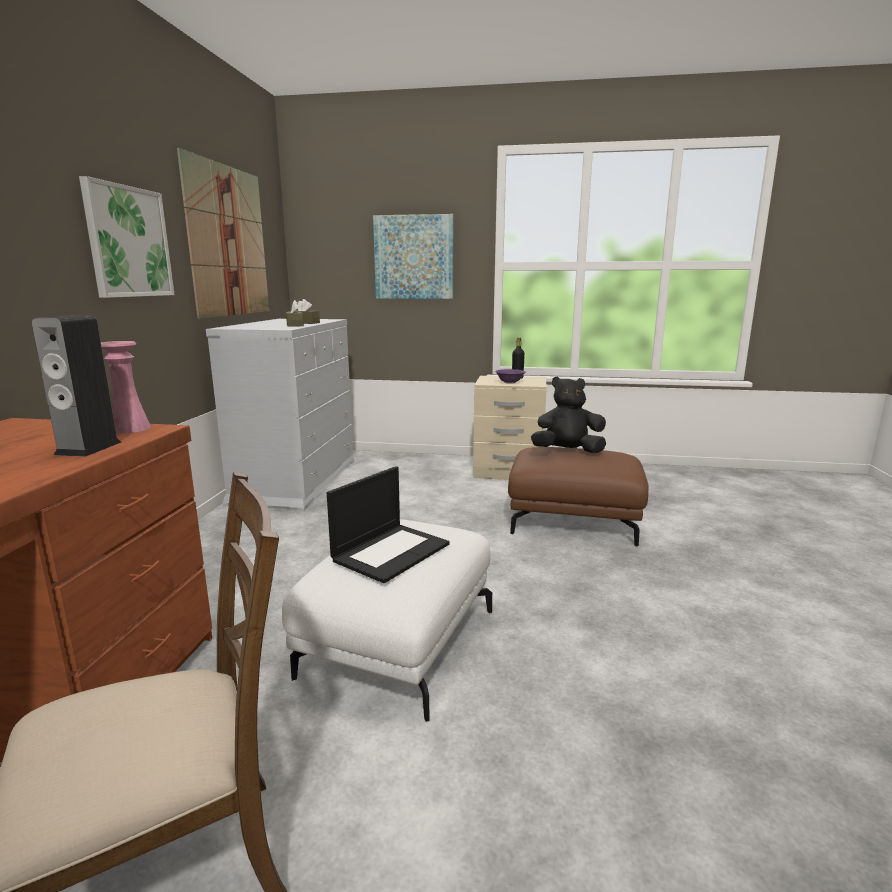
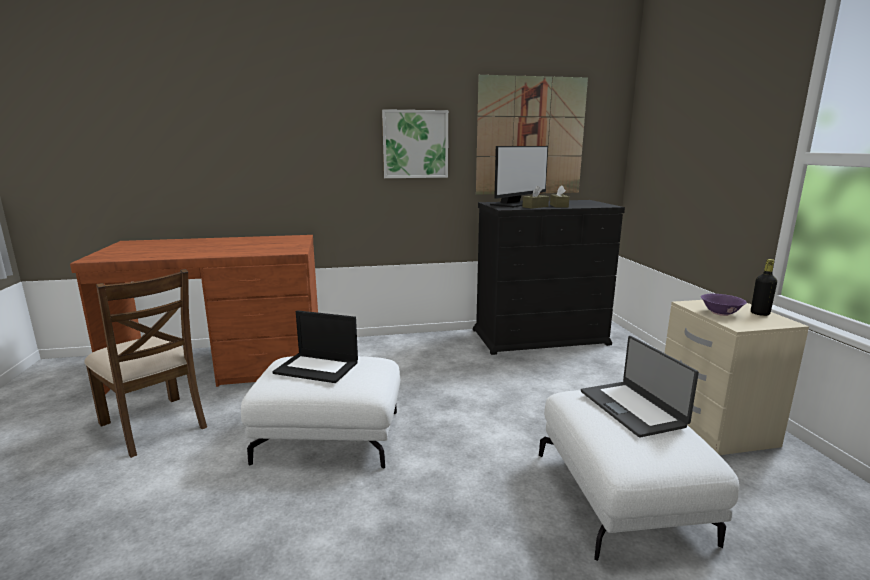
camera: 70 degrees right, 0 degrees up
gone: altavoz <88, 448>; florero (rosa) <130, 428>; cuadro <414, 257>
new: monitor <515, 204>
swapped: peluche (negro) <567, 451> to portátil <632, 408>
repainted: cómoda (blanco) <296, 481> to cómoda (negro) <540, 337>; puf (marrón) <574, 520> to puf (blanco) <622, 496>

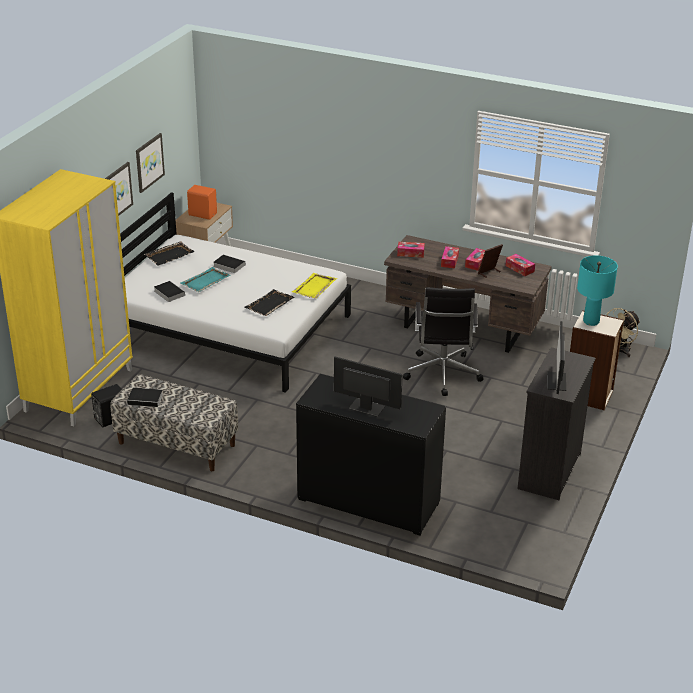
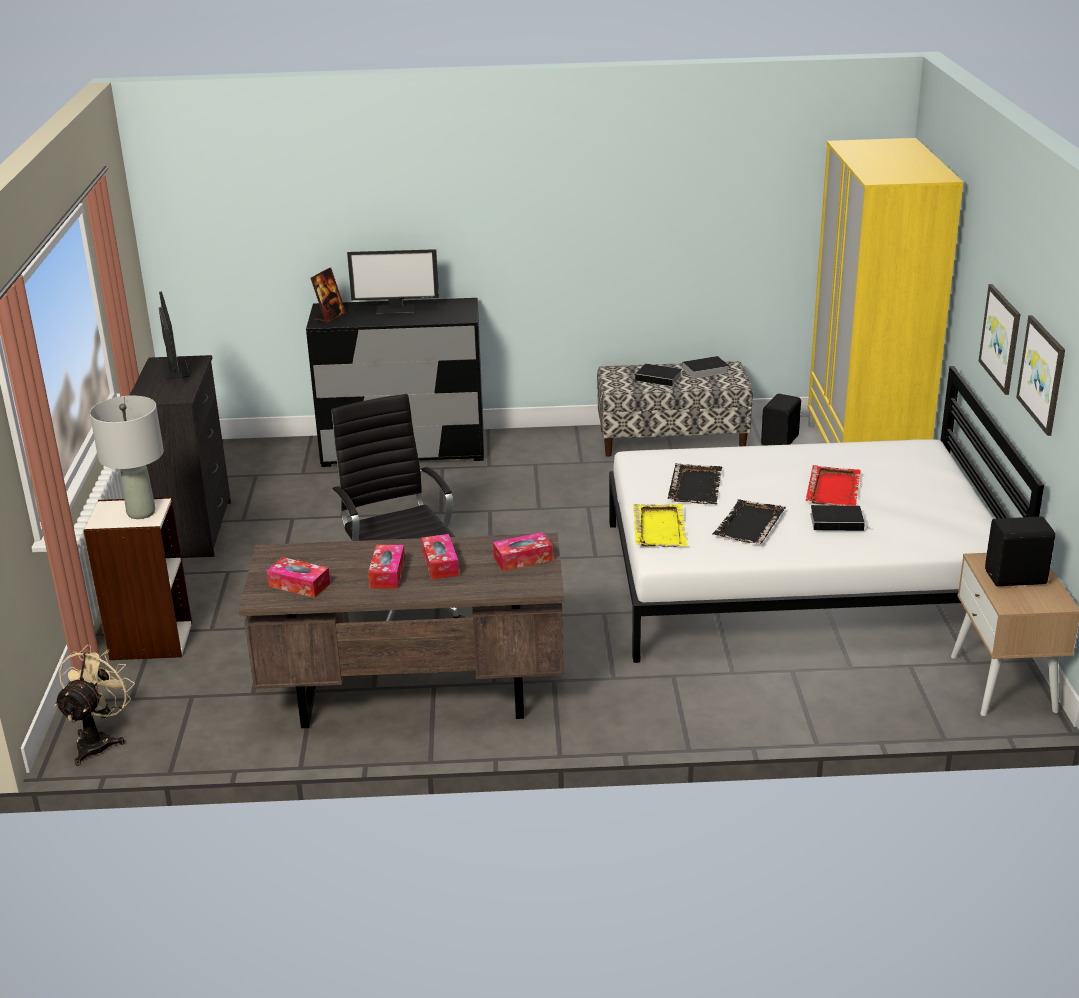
camera: 155 degrees right, 5 degrees down
shifted: bandeja (negro) <169, 255> to <748, 525>; libro <168, 293> to <660, 378>; portarretratos <489, 273> to <330, 317>
repainted: bandeja (turquesa) <205, 281> to bandeja (rojo) <833, 489>; altavoz (naranja) <202, 214> to altavoz (negro) <1017, 578>; lámpara de mesa (turquesa) <590, 321> to lámpara de mesa (gris) <141, 512>

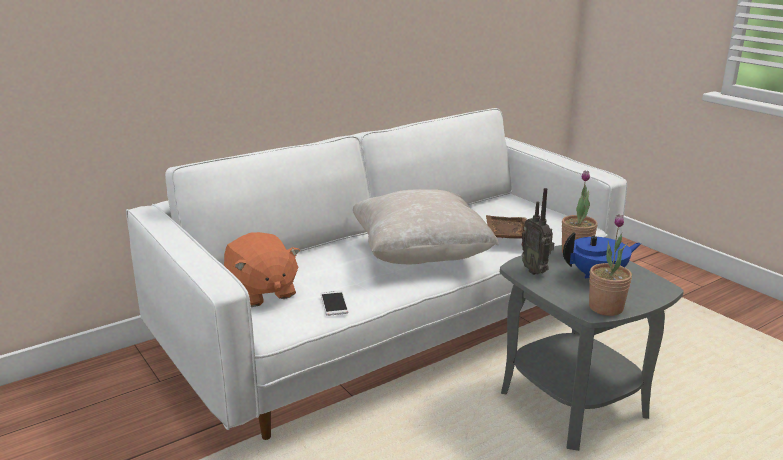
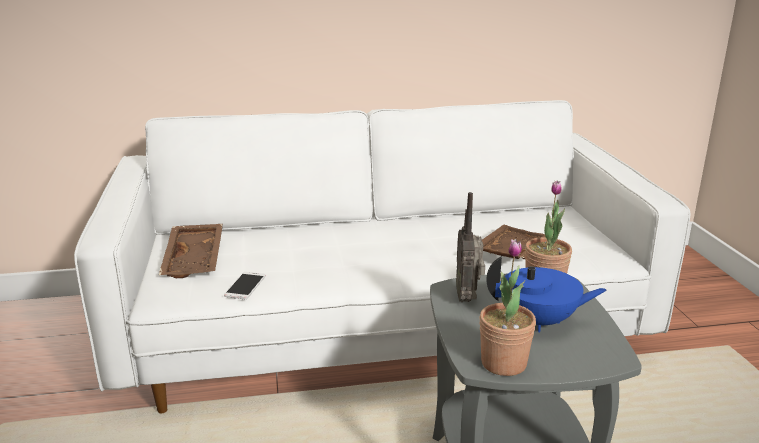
camera: 25 degrees right, 0 degrees up
gone: cojín (beis) <420, 256>
swapped: peluche (naranja) <261, 292> to bandeja (marrón) <196, 260>

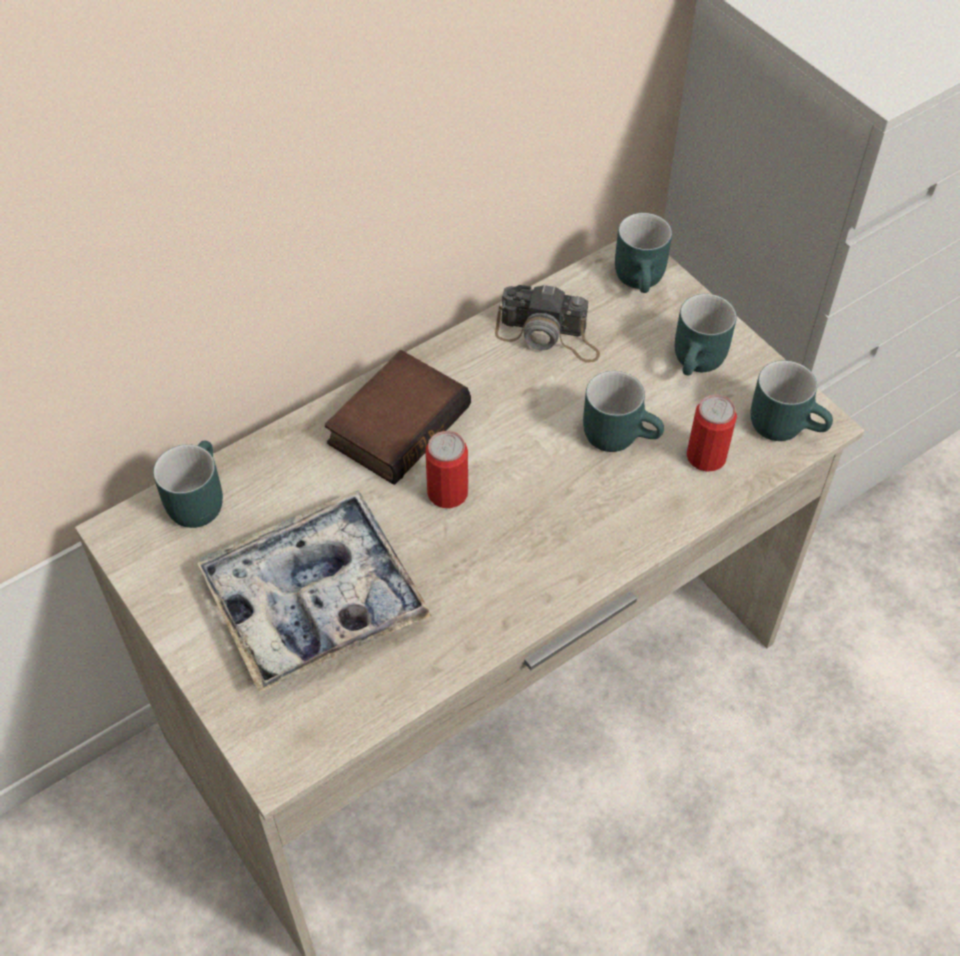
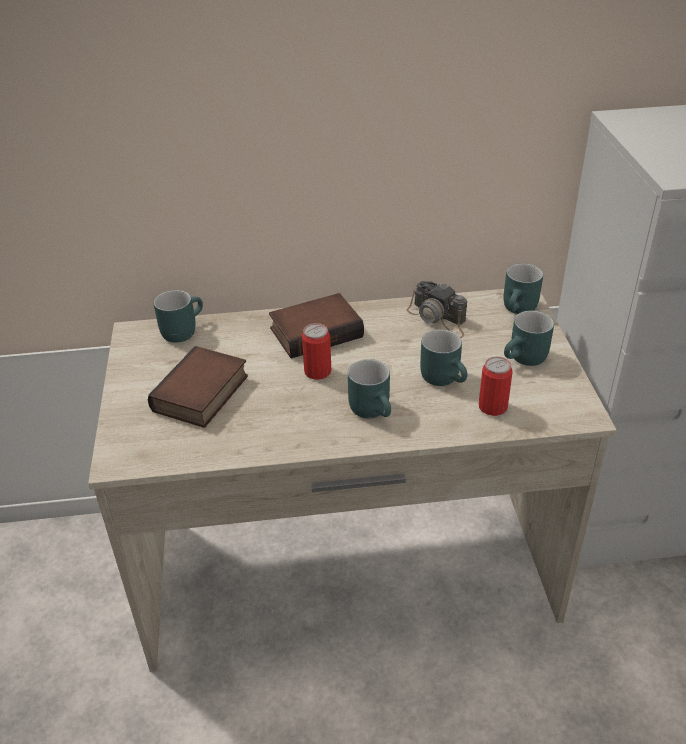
camera: 30 degrees right, 15 degrees down
shifted: taza grande (turquesa) <786, 423> to <374, 410>
swapped: bandeja <315, 600> to libro <202, 395>

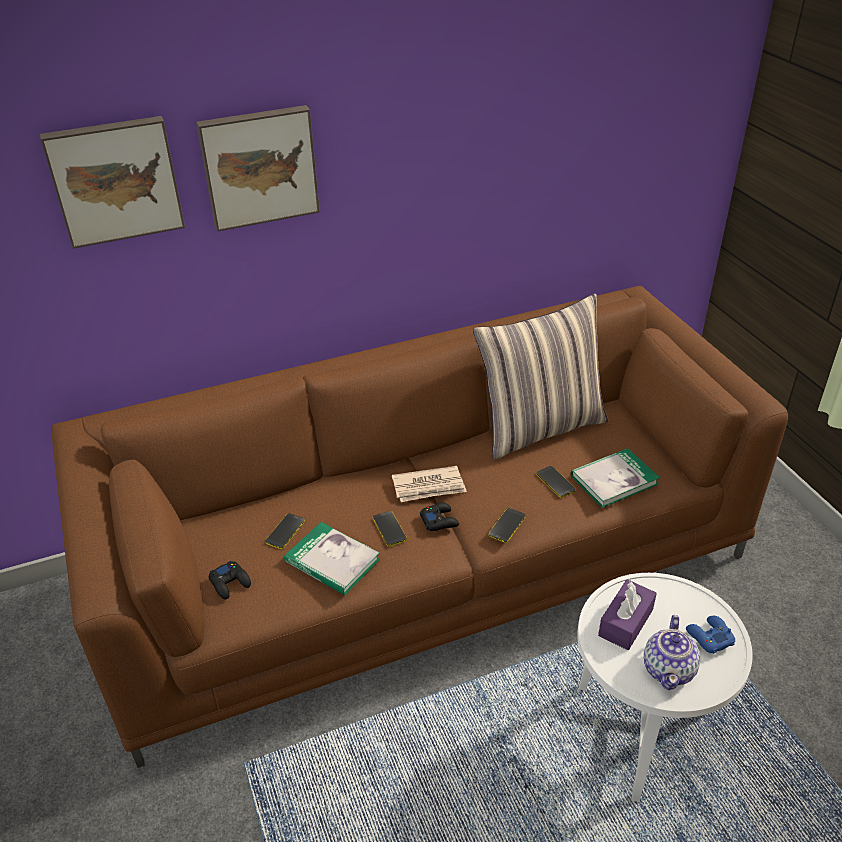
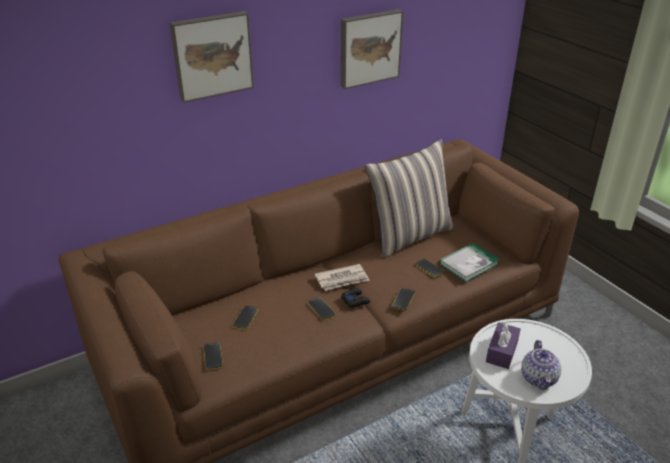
camera: 10 degrees left, 5 degrees down
gone: libro <332, 561>; mando de consola (azul) <709, 637>
shifted: cuadro <115, 180> to <369, 48>
swapped: mando de consola (negro) <230, 583> to móvil <213, 356>

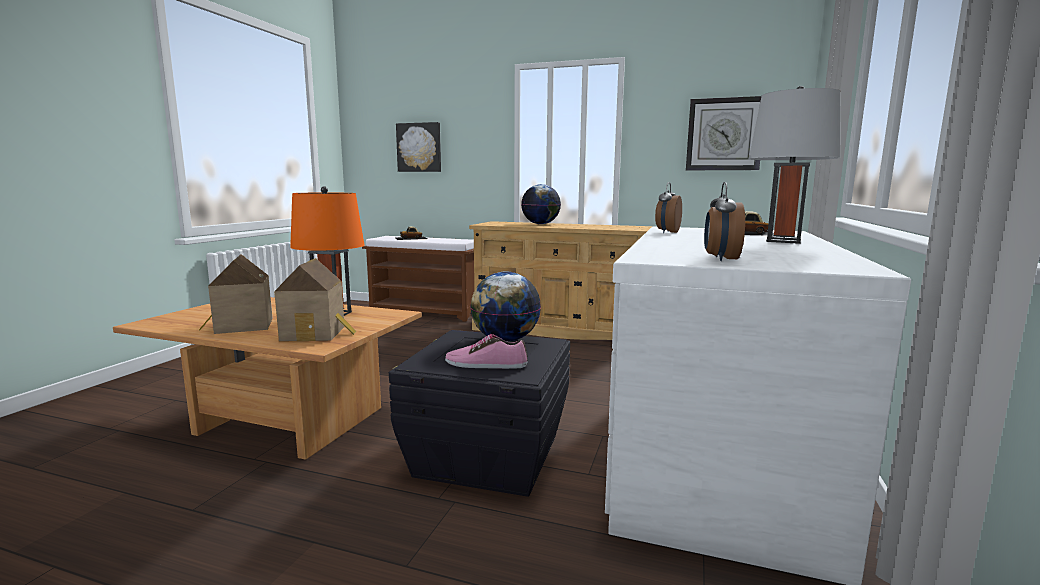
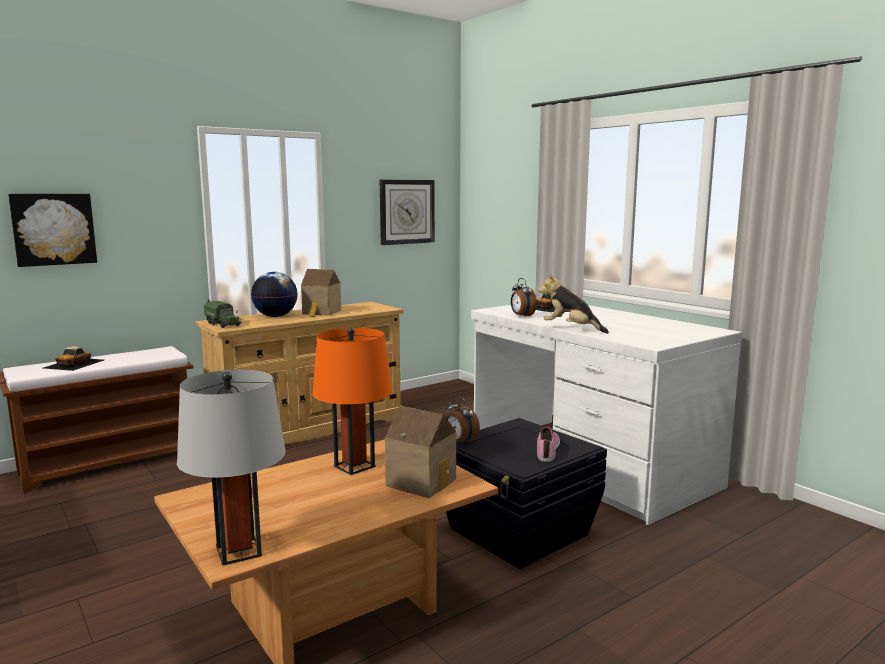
camera: 55 degrees left, 0 degrees up
gone: globo terráqueo <505, 340>
new: camión de juguete <223, 324>; peluche <571, 329>
shifted: casita <241, 326> to <321, 312>; despertador <720, 259> to <460, 442>; lámpara de mesa (gris) <783, 241> to <239, 551>
rotated: zapato <486, 364> = <548, 450> 150 degrees clockwise

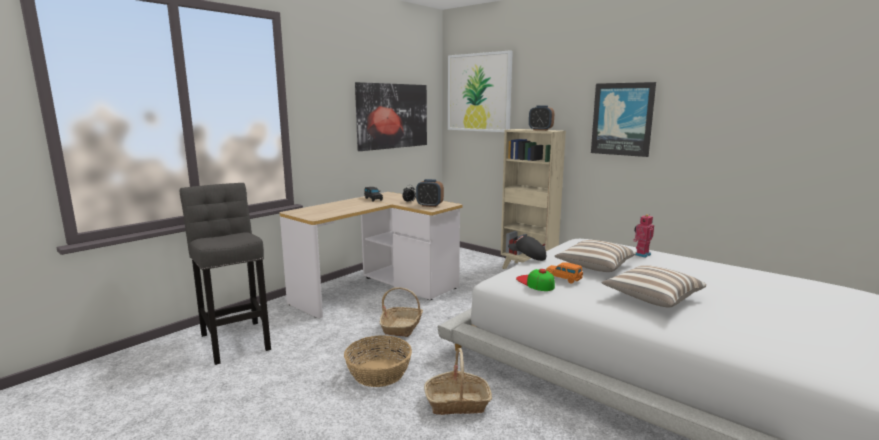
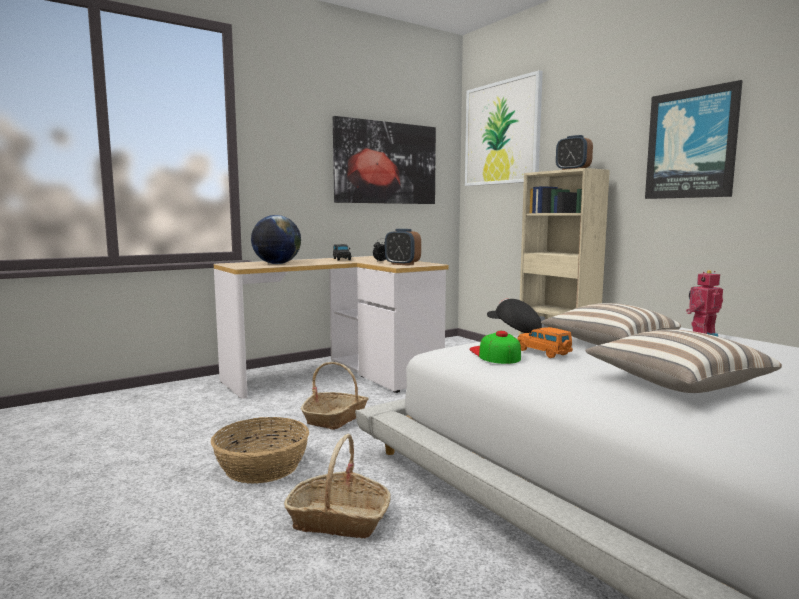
camera: 15 degrees right, 5 degrees down
gone: taburete (gris) <235, 339>
new: globo terráqueo <276, 264>

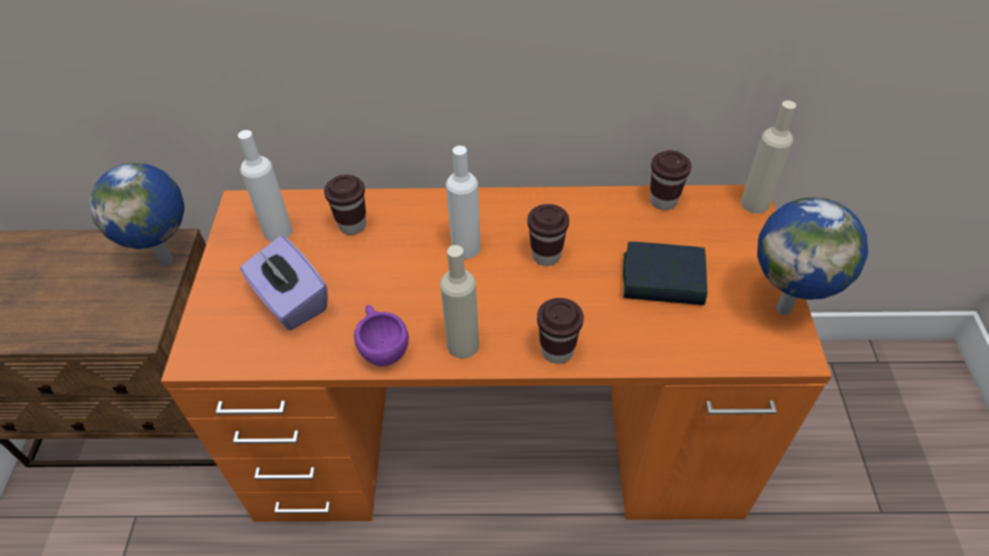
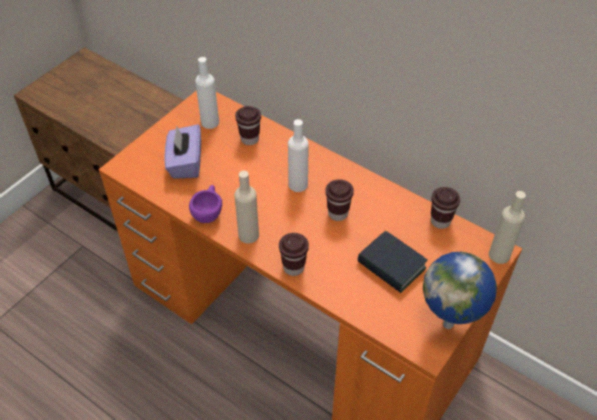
camera: 35 degrees right, 0 degrees up
gone: globo terráqueo <168, 259>

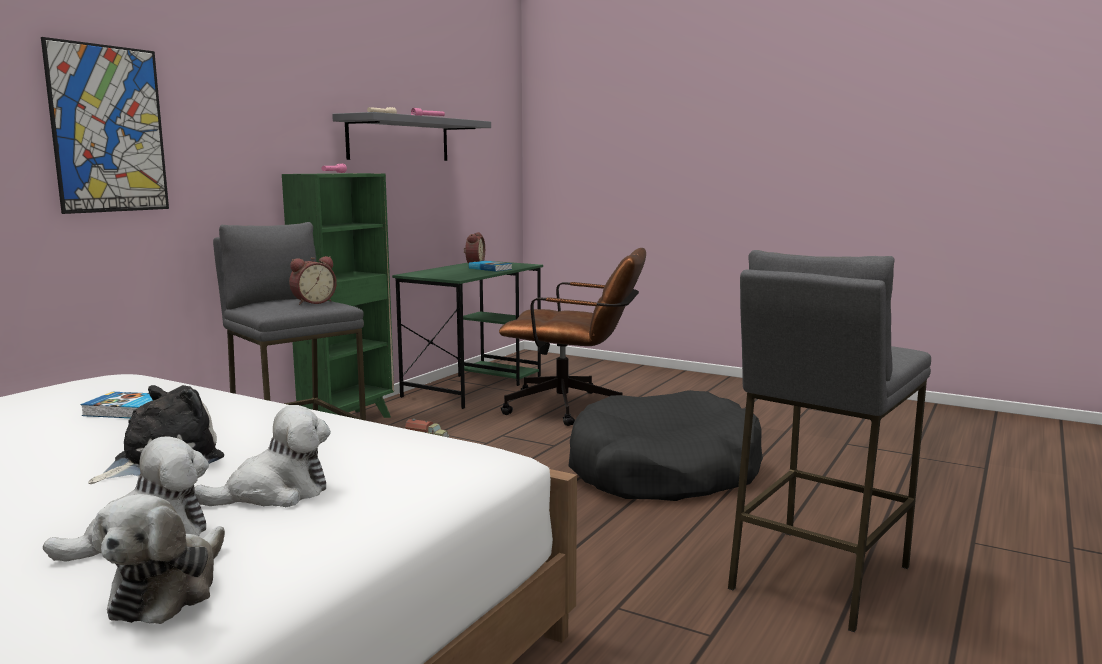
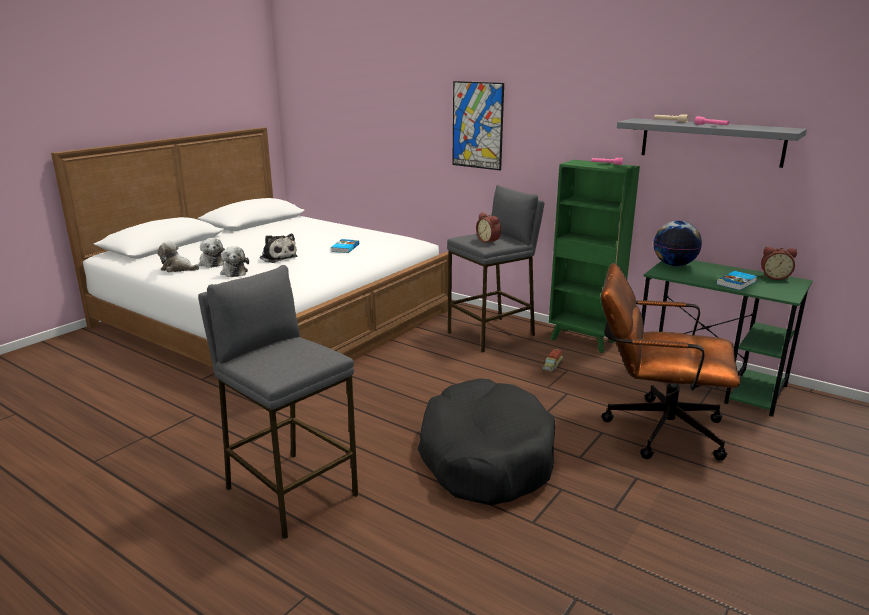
camera: 95 degrees right, 10 degrees up
new: globo terráqueo <674, 265>
rotated: silla de oficina (marrón) <574, 409> = <654, 428> 90 degrees clockwise

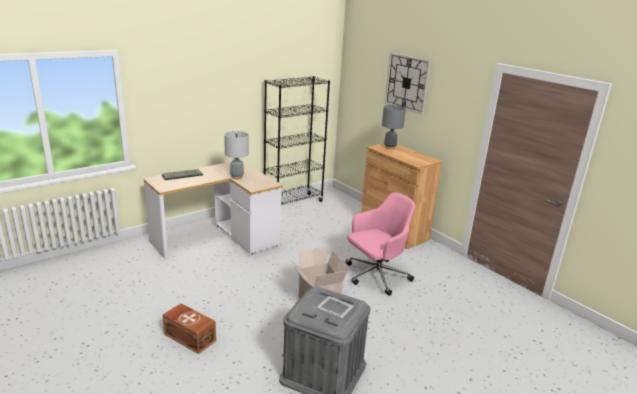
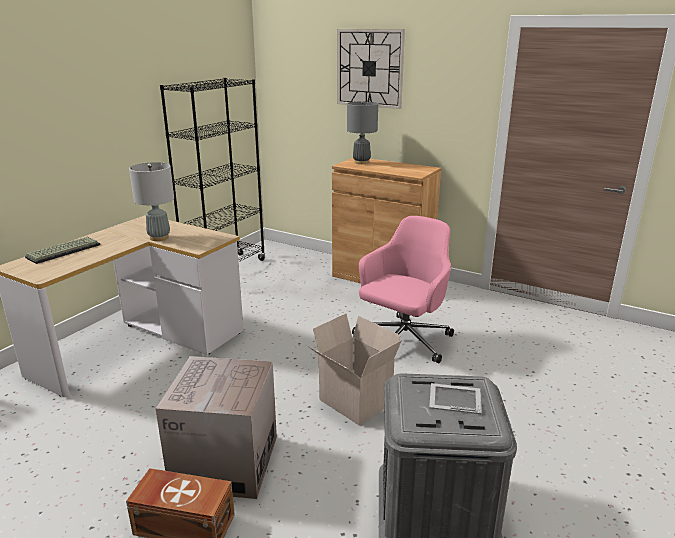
camera: 20 degrees left, 0 degrees up
new: caja de cartón <225, 462>

